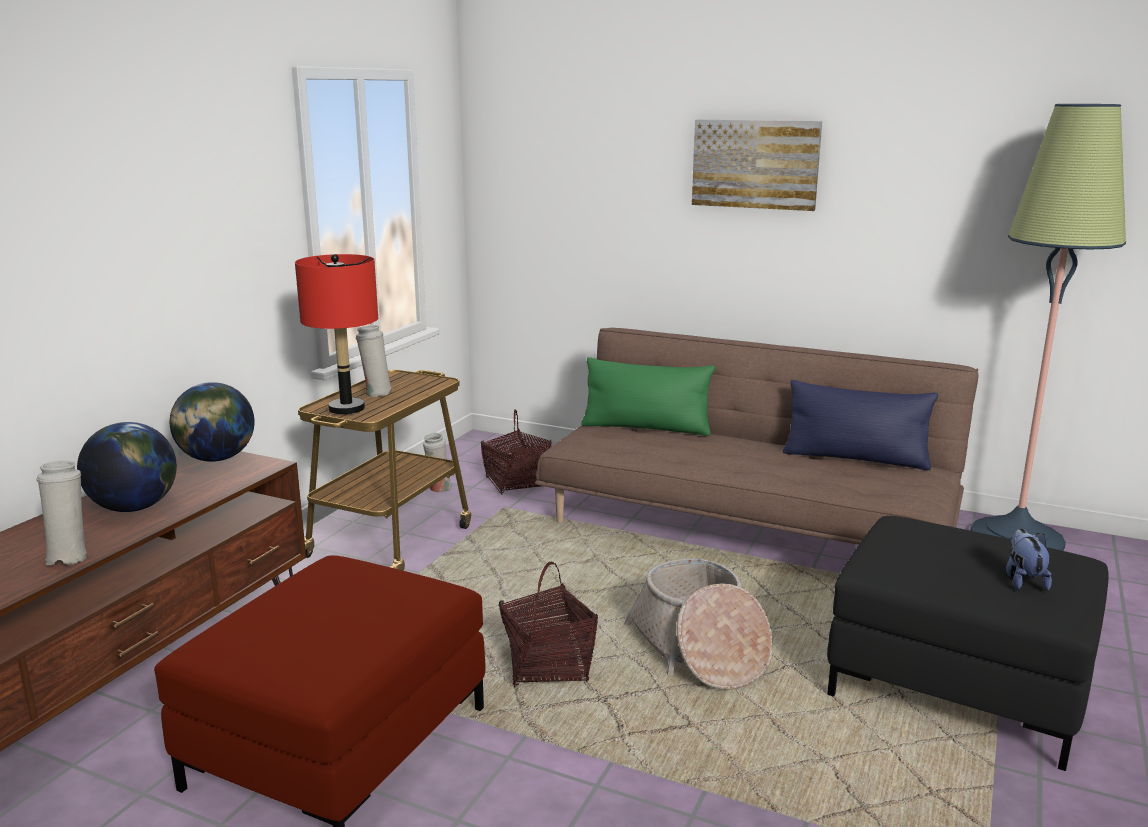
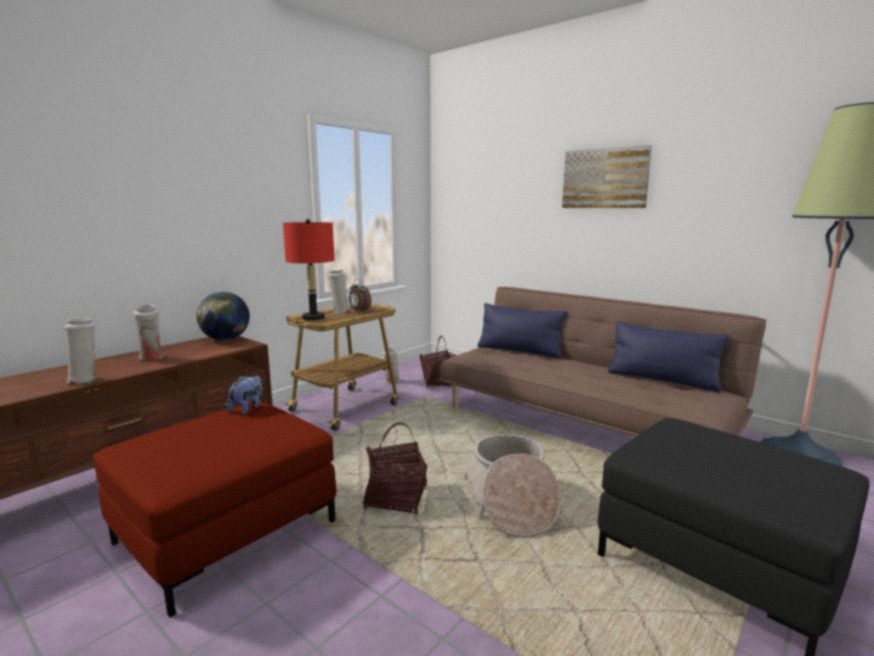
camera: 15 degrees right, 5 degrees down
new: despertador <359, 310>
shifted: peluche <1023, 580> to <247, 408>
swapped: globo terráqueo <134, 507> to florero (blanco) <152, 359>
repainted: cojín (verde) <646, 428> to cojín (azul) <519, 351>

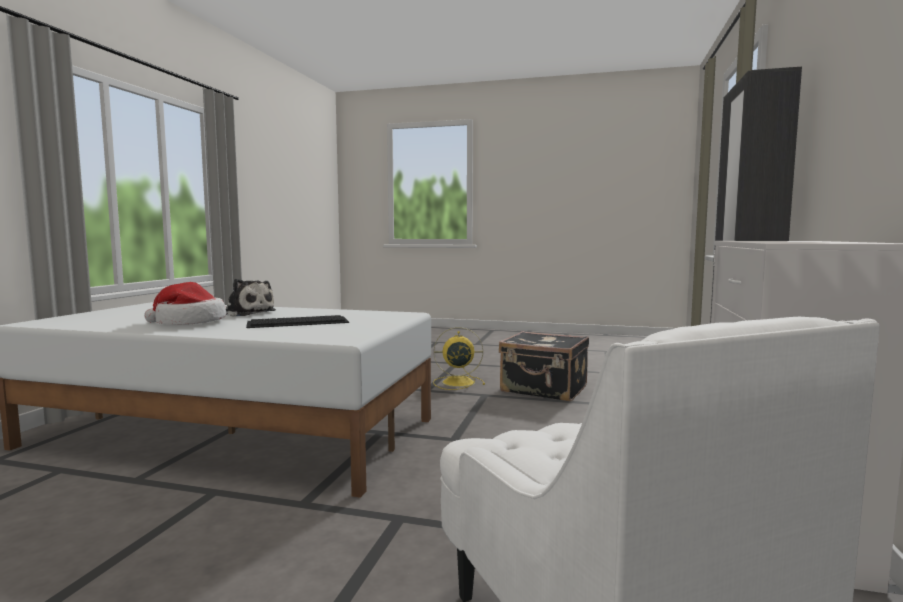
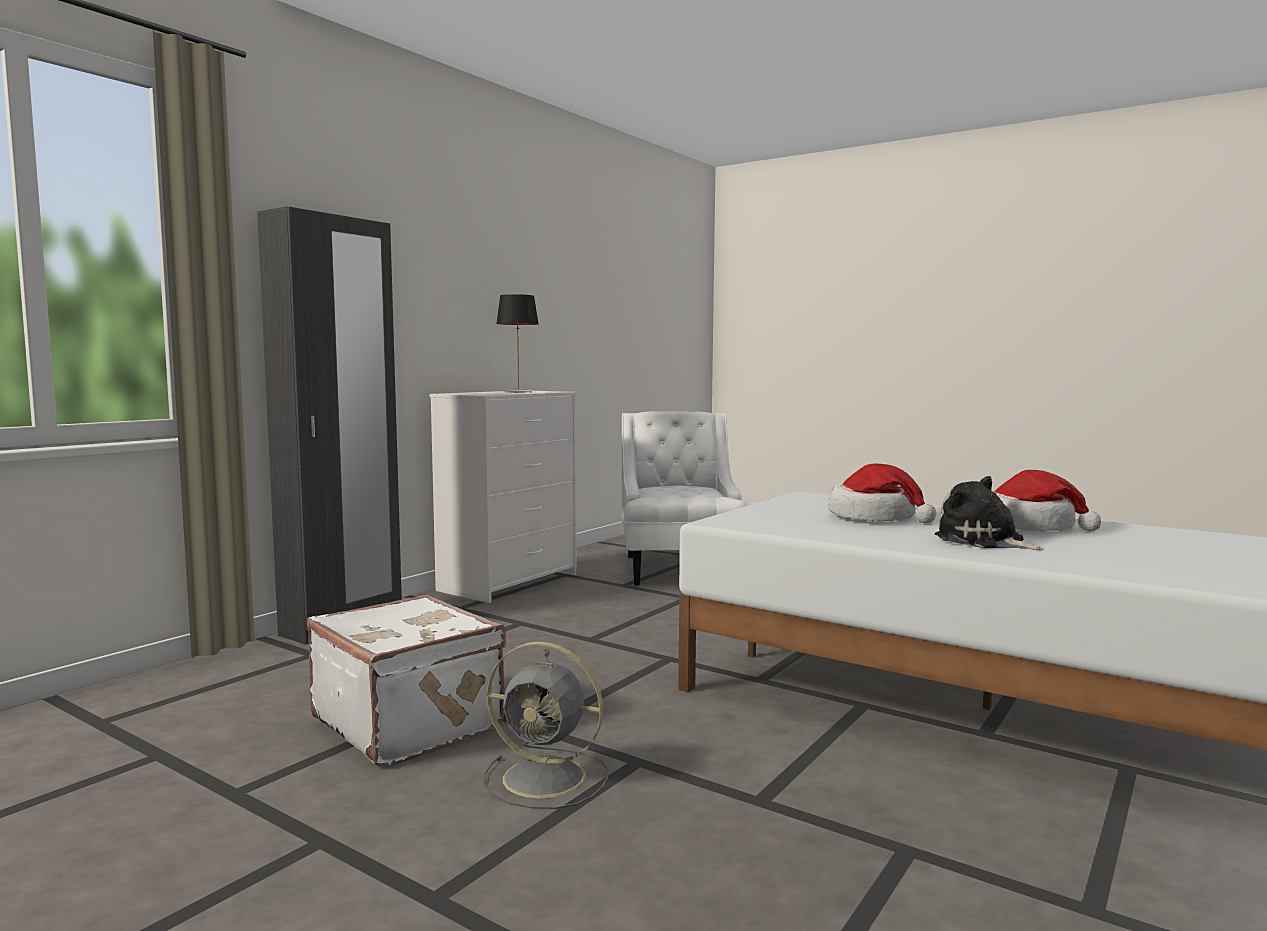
camera: 160 degrees left, 0 degrees up
new: lámpara de mesa <518, 392>
swapped: teclado <297, 322> to sombrero <874, 517>
repainted: ventilador (amarillo) <456, 382> to ventilador (gris) <548, 778>; maleta (negro) <544, 390> to maleta (blanco) <410, 723>

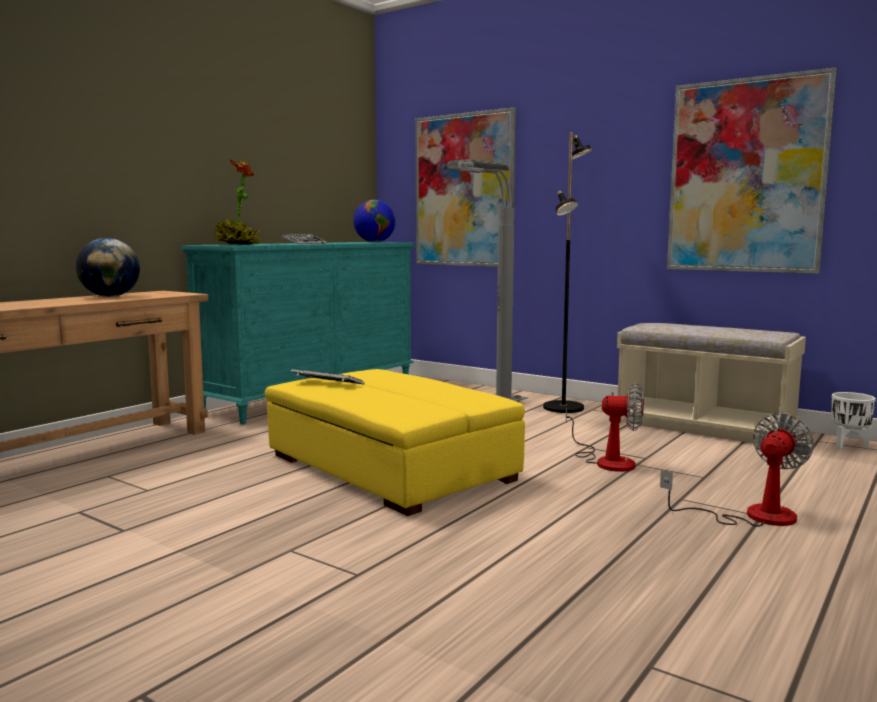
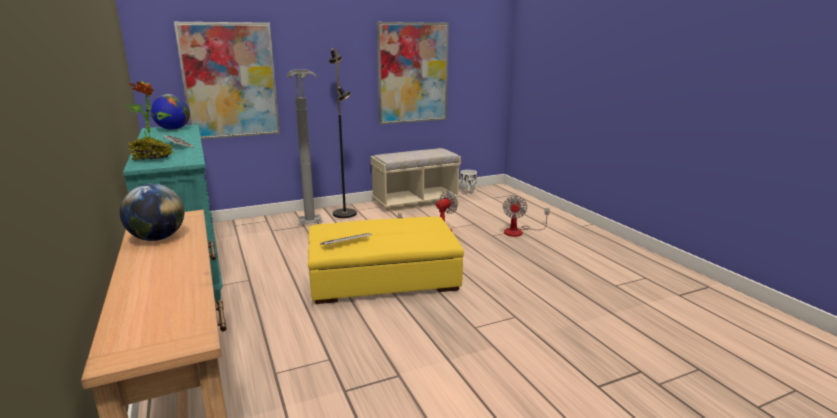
camera: 60 degrees left, 10 degrees up
rotated: ventilador <752, 516> = <519, 231> 150 degrees counterclockwise

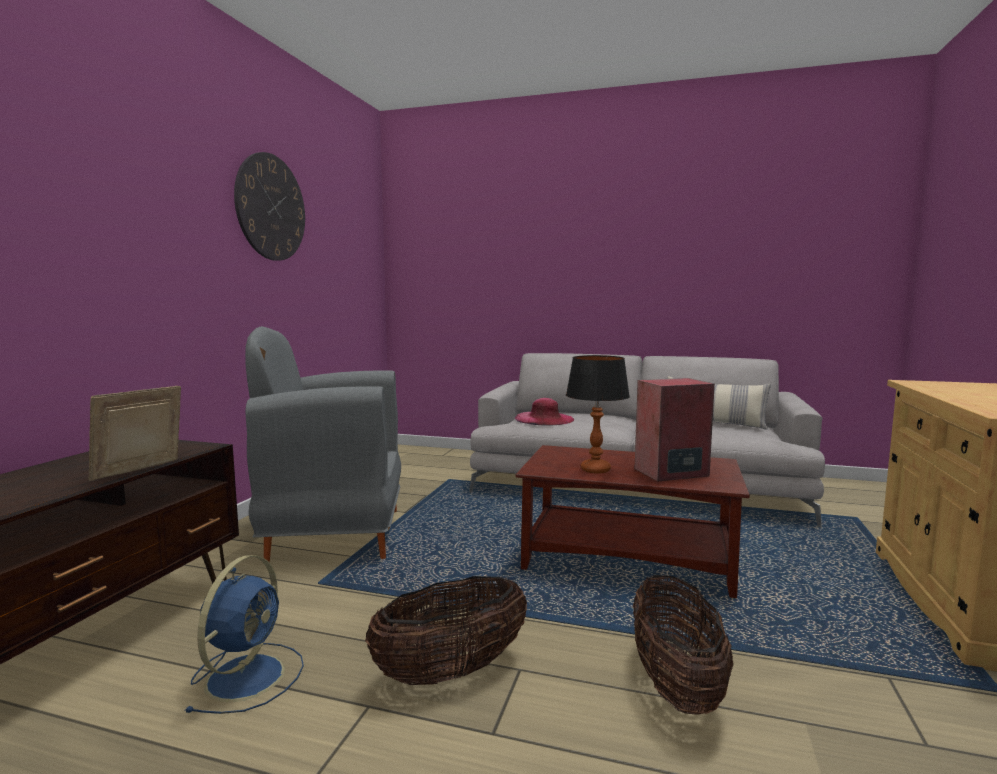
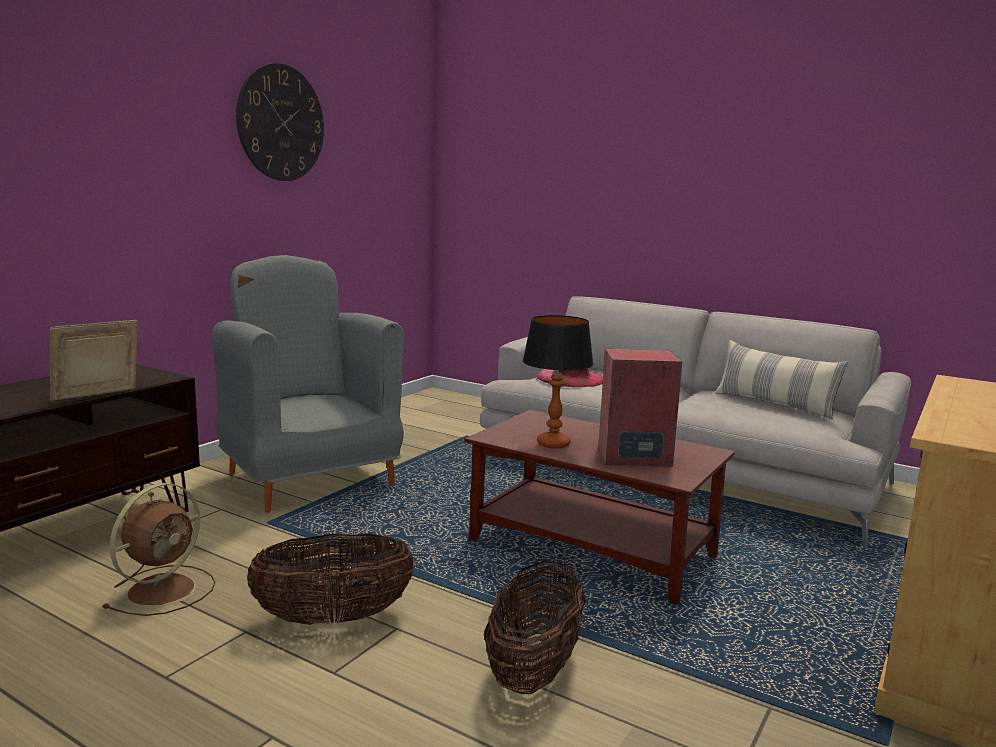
camera: 15 degrees right, 5 degrees up
repainted: ventilador (azul) <247, 675> to ventilador (marrón) <164, 589>
rotated: sillón (gris) <333, 535> = <310, 479> 45 degrees clockwise

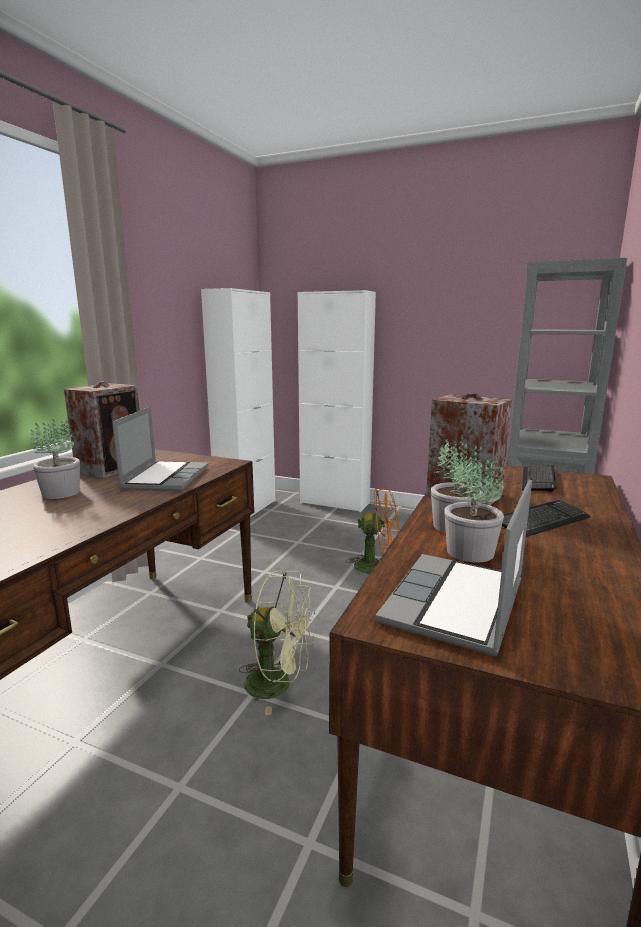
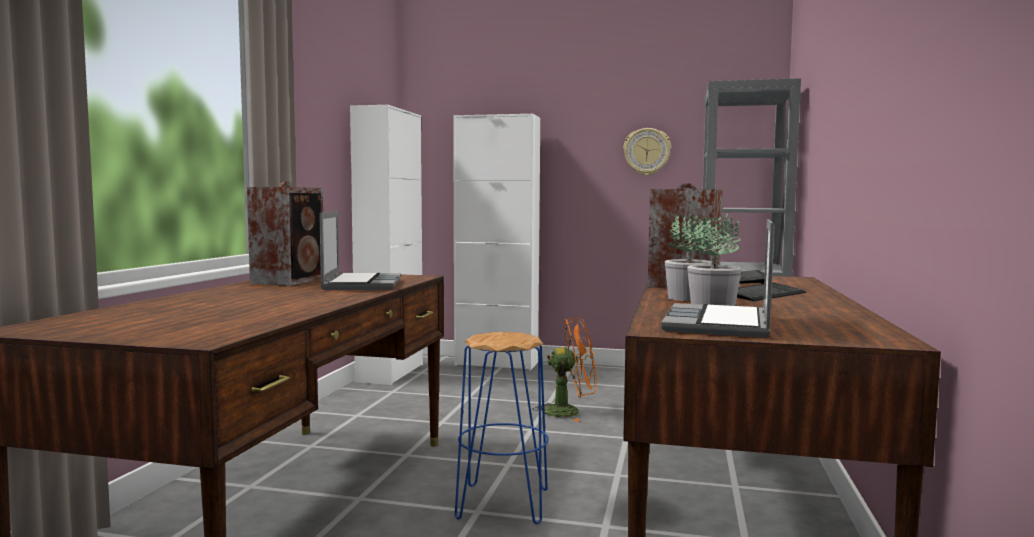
camera: 10 degrees left, 10 degrees down
gone: planta en maceta <61, 492>
new: reloj de pared <647, 151>
swapped: ventilador (verde) <278, 684> to taburete (azul) <503, 503>

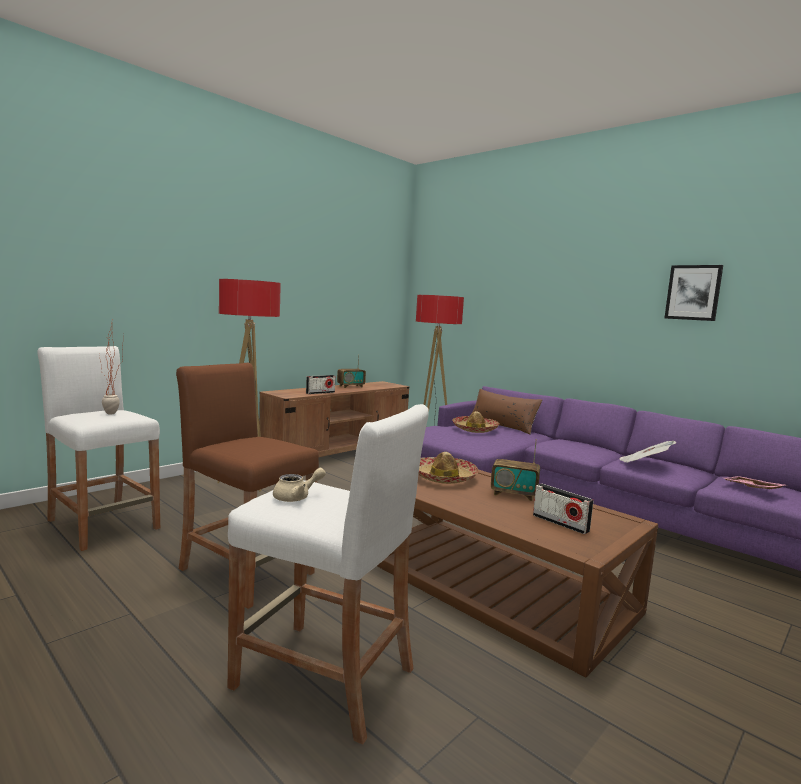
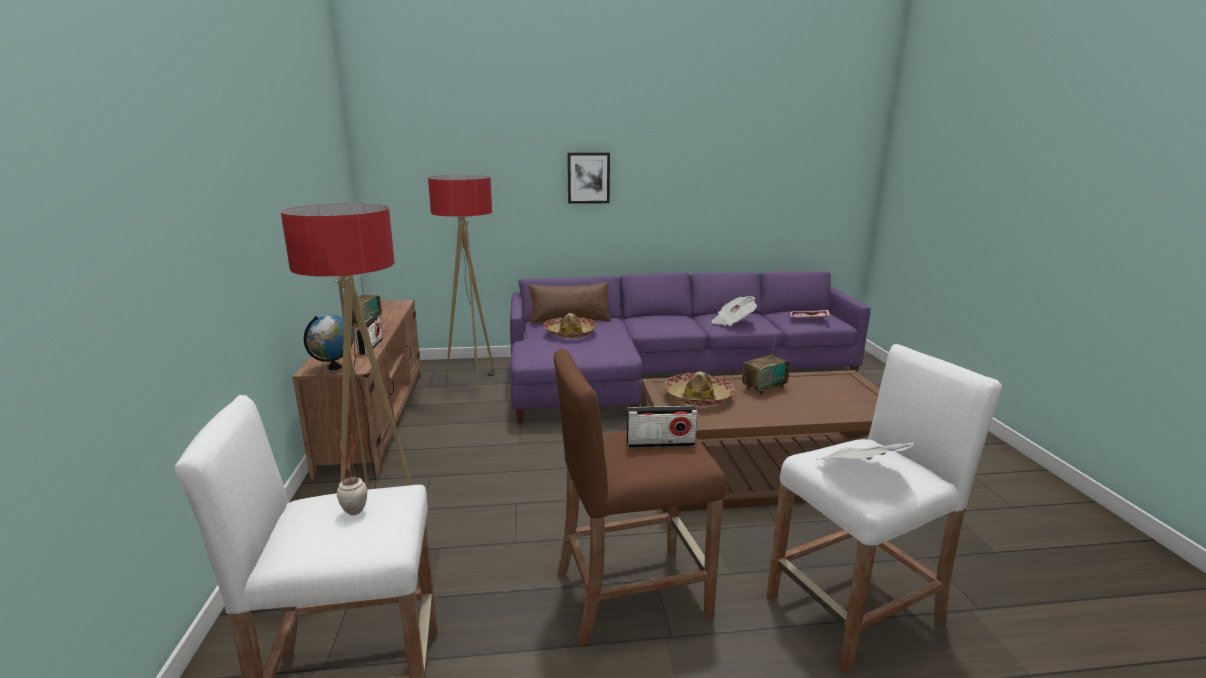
camera: 50 degrees left, 10 degrees up
new: globo terráqueo <334, 367>
shifted: radio <560, 523> to <660, 444>; cuadro <693, 292> to <588, 178>
swapped: tetera (beis) <297, 497> to periódico <861, 472>

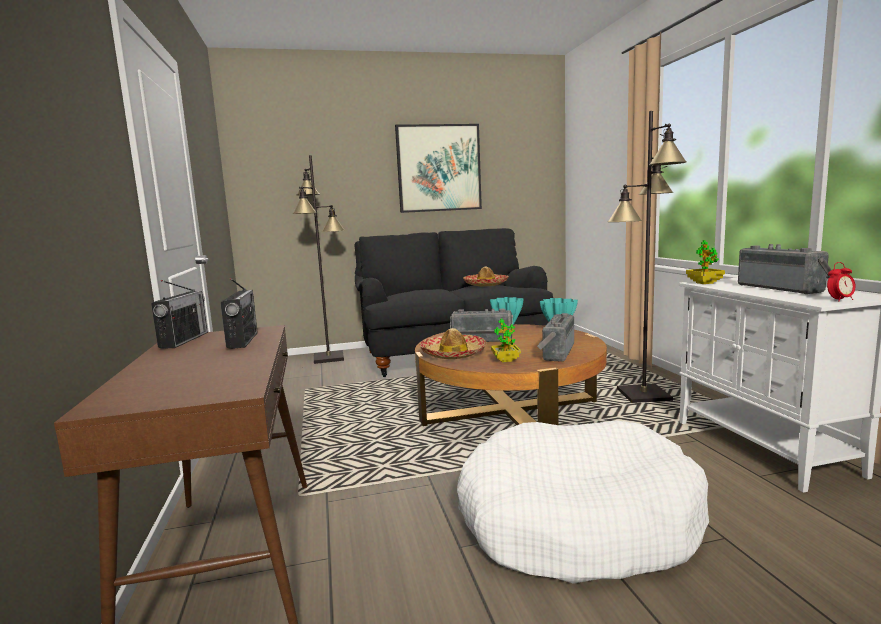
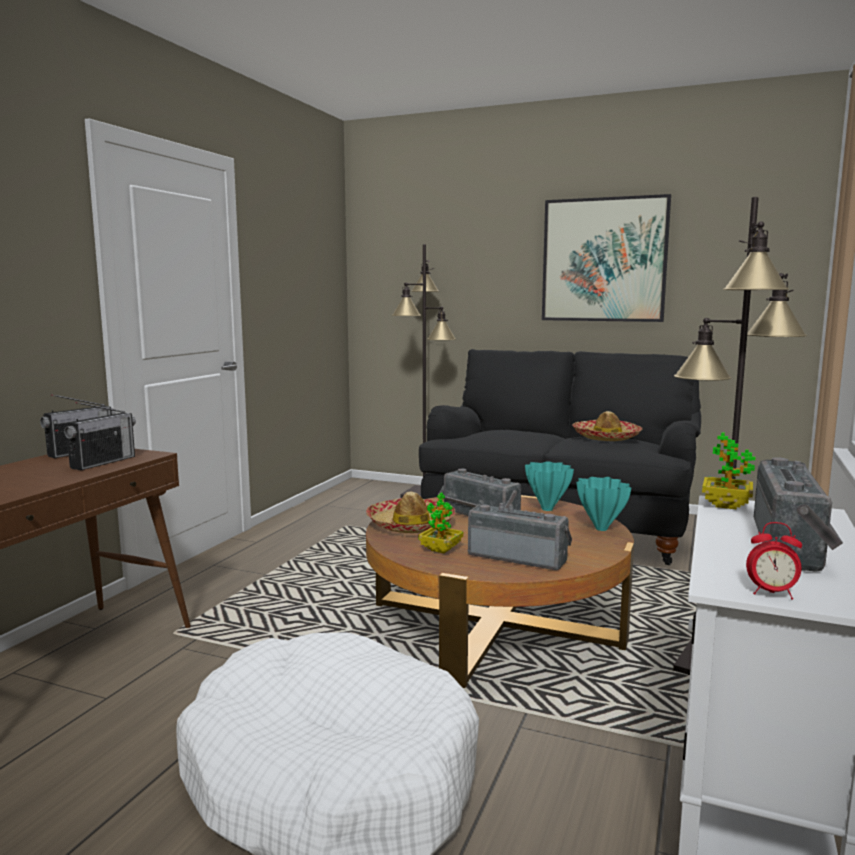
camera: 35 degrees right, 0 degrees up
rotated: radio <555, 352> = <518, 557> 60 degrees clockwise

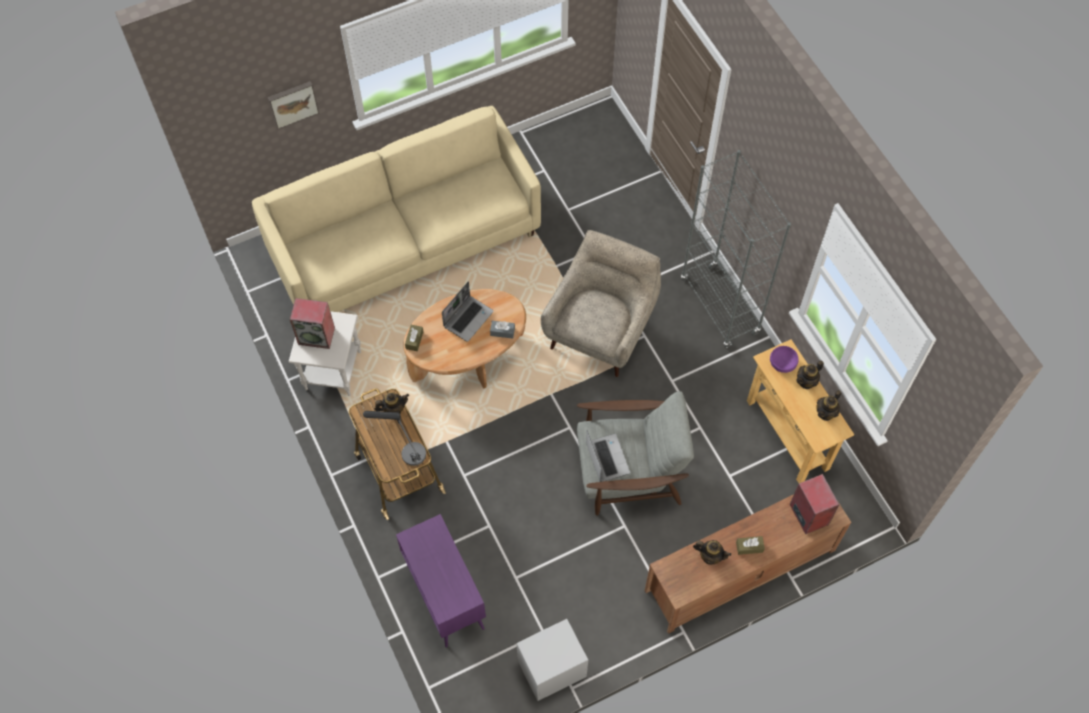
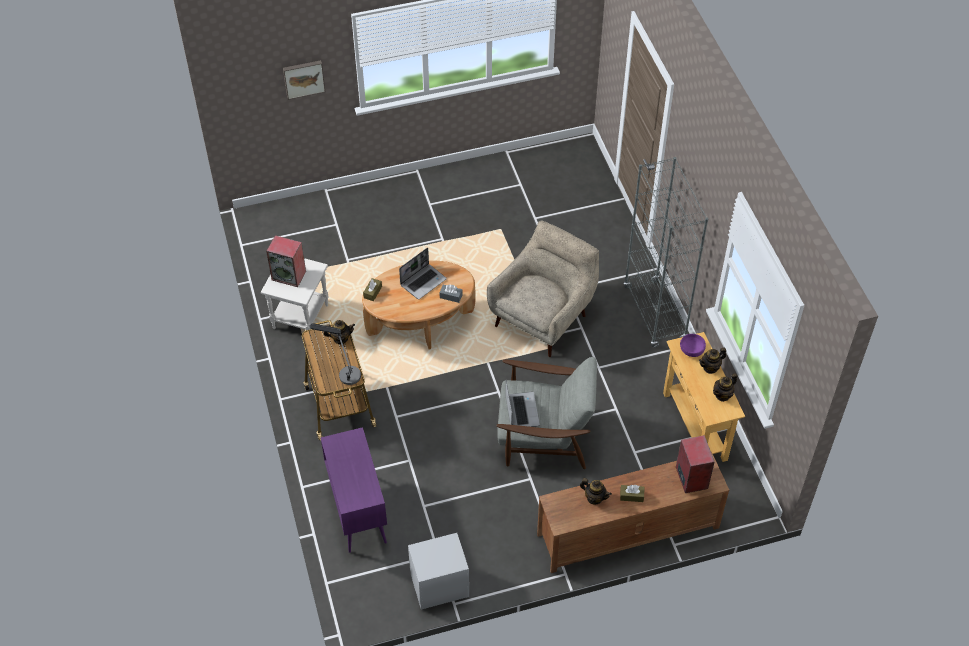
camera: 10 degrees right, 10 degrees down
gone: sofá (beis) <405, 242>

